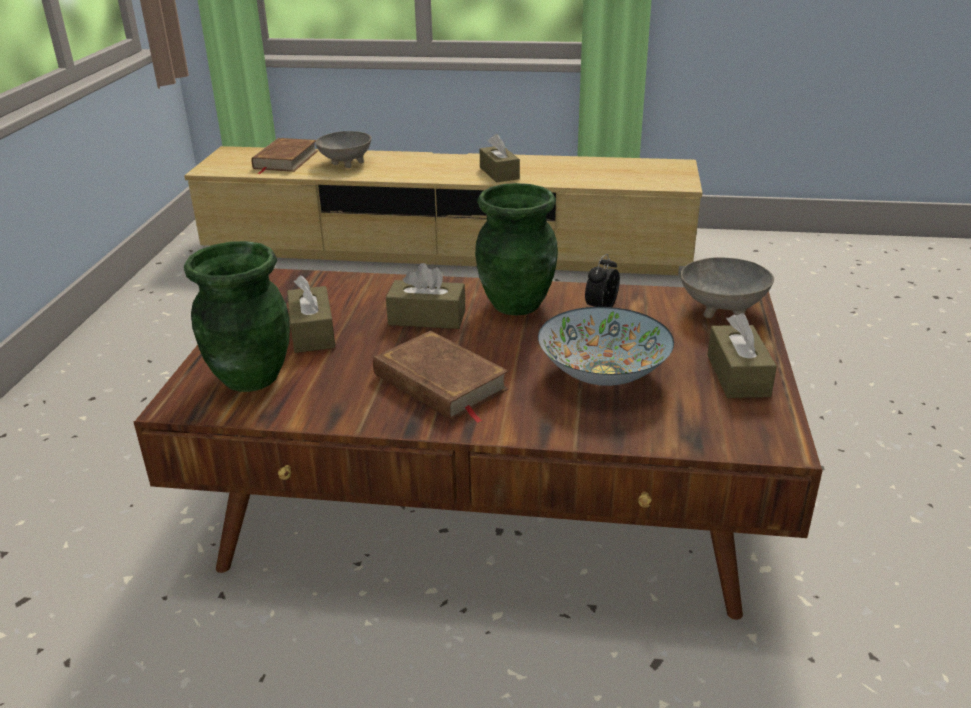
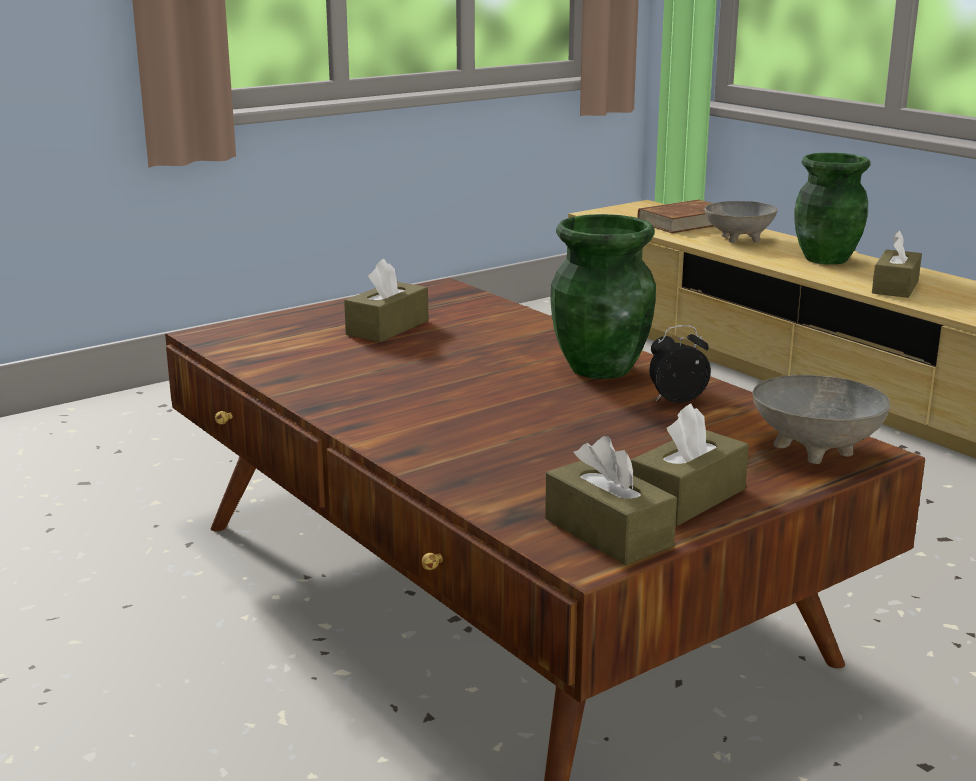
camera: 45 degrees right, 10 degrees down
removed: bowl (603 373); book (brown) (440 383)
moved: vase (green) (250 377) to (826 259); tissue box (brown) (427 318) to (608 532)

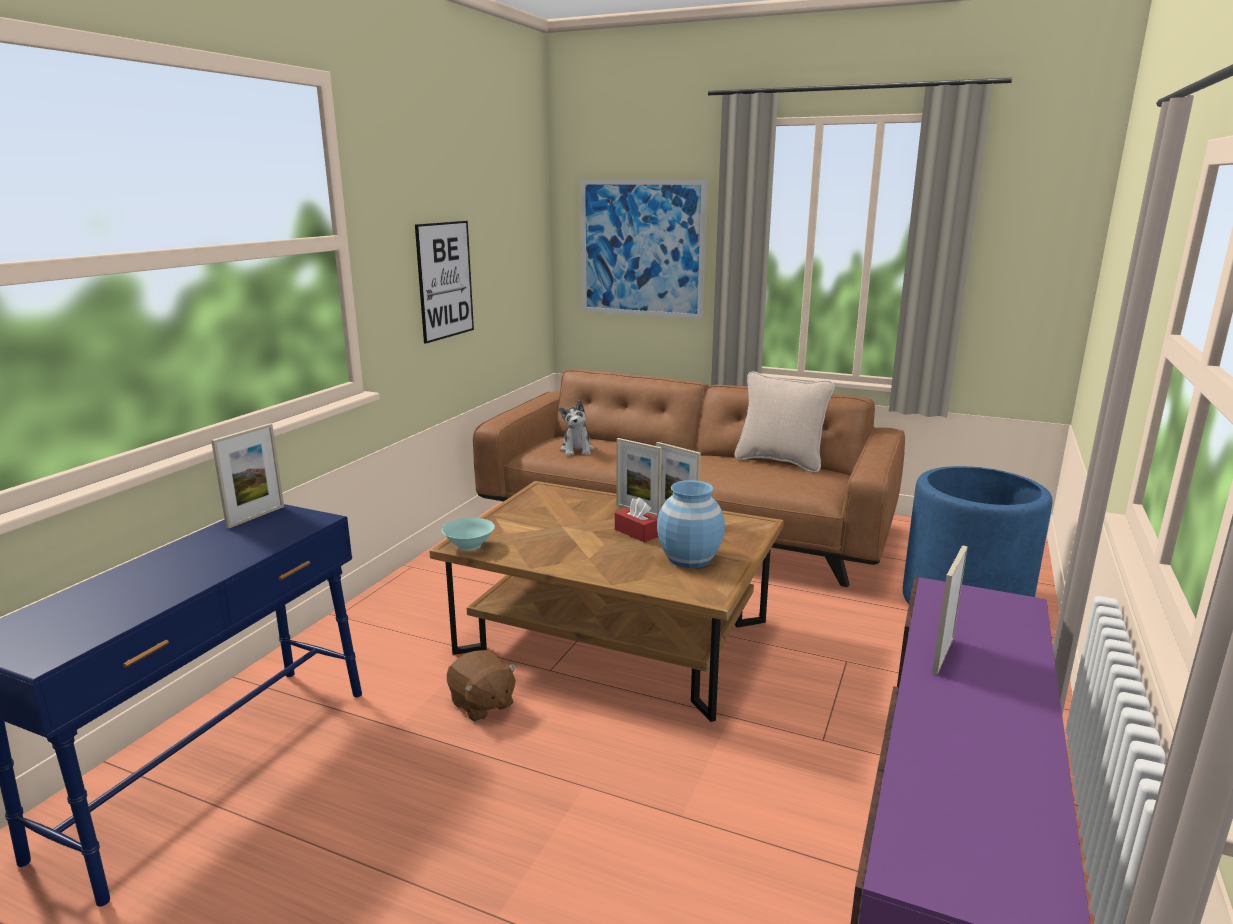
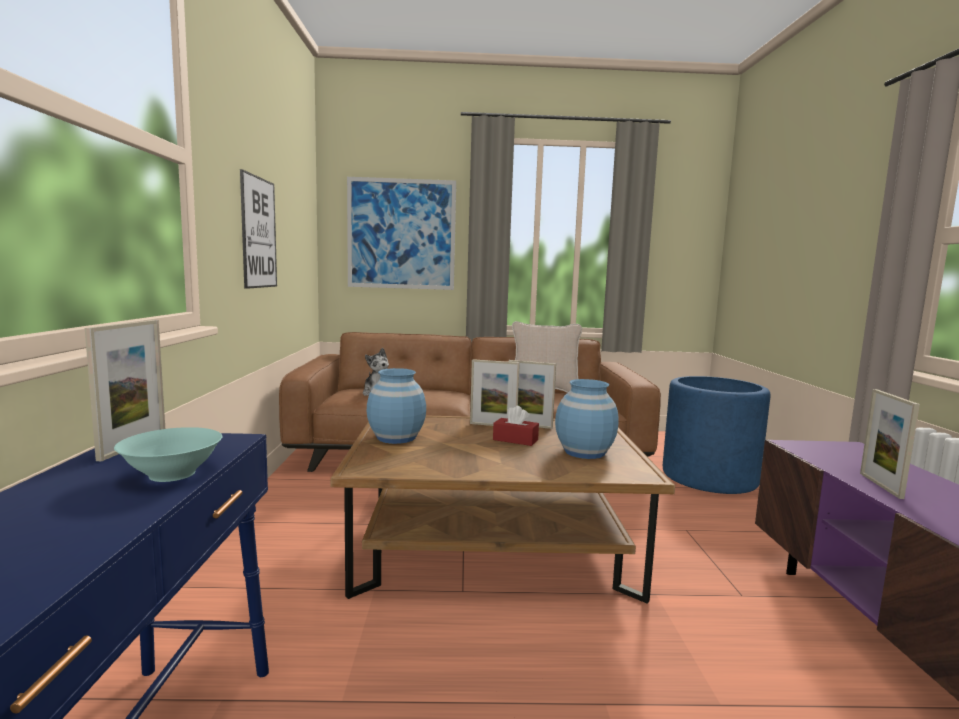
camera: 25 degrees left, 10 degrees down
removed: plush toy (brown) (482 704)
added: vase (blue) (396 437)
moved: bowl (turquoise) (469 546) to (172 474)

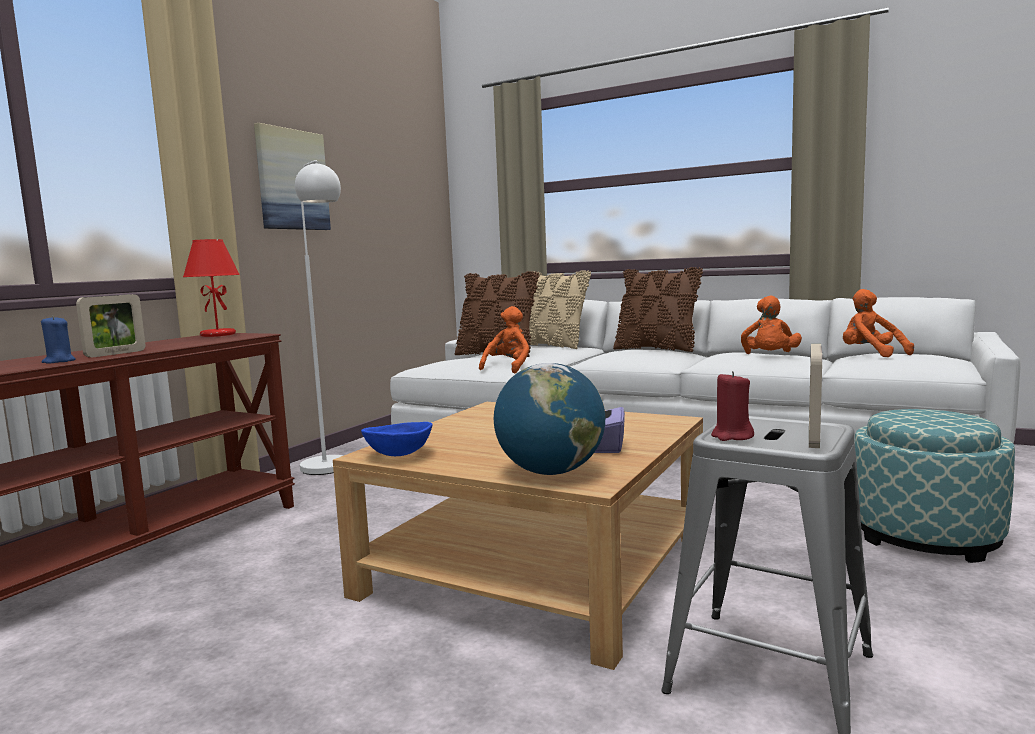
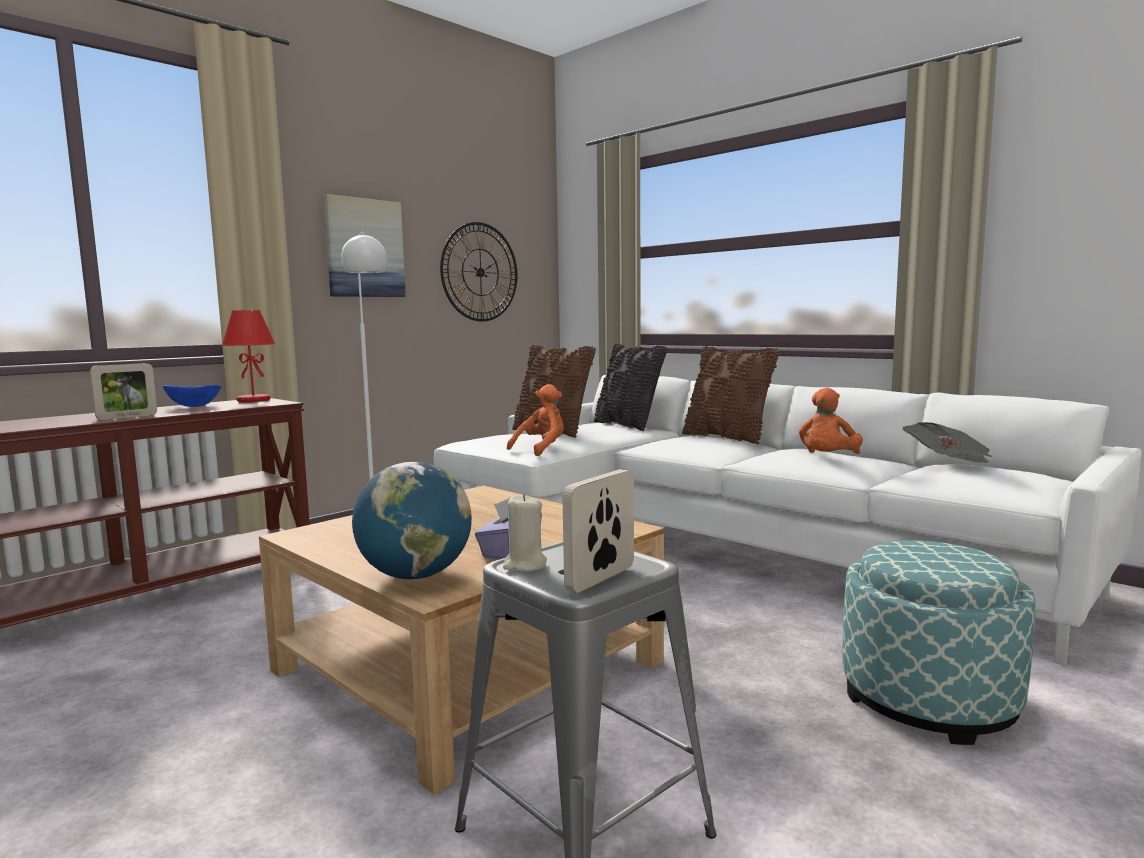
camera: 15 degrees right, 0 degrees up
removed: candle (blue) (59 361)
added: wall clock (480 272)
moved: bowl (blue) (399 455) to (194 407)
replaced: plush toy (orange) (870 354) to newspaper (949 466)
recoloured: pillow (beige) (553 346) to pillow (black) (627 425); candle (red) (732 436) to candle (beige) (525 565)

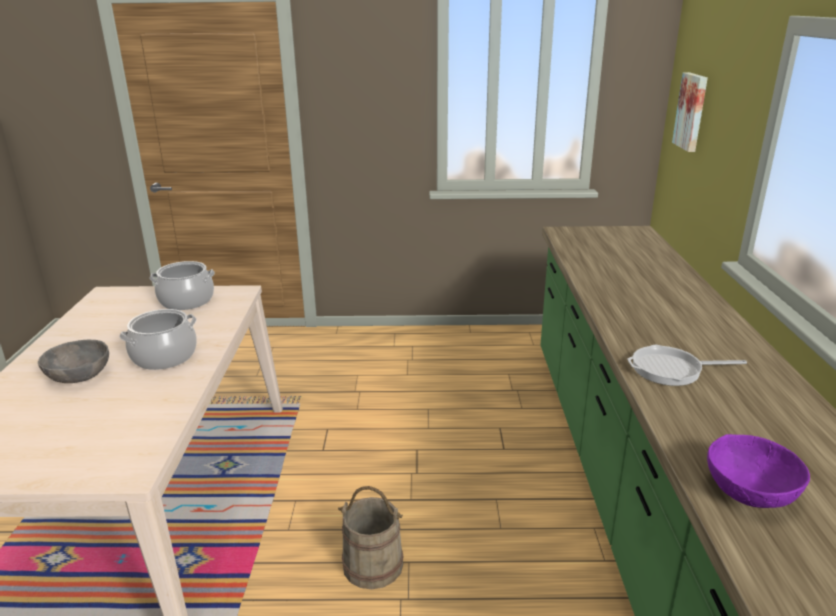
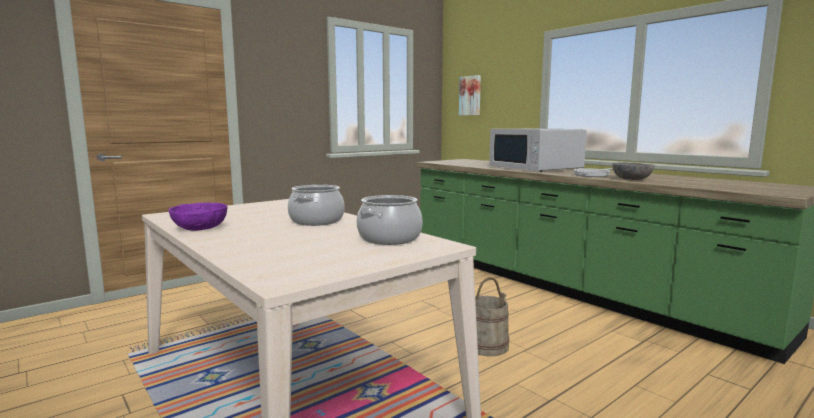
camera: 40 degrees left, 15 degrees down
added: microwave (white) (535 168)
moved: cooking pot (186 301) to (390 238); bowl (grey) (79 376) to (631 179); bowl (purple) (749 491) to (200 228)

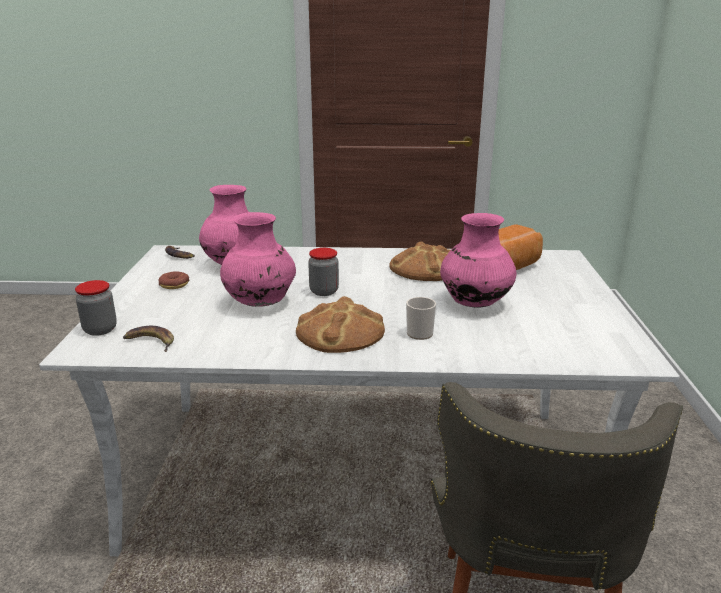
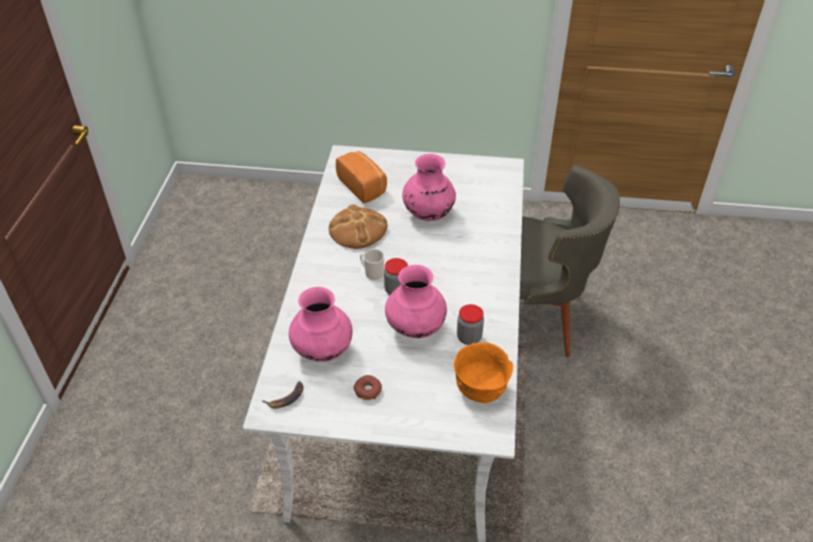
camera: 85 degrees left, 20 degrees up
removed: bread (340 332)
moved: jar (100 329) to (469 337); mug (420 332) to (372 272)
replaced: banana (150 341) to bowl (orange) (480 390)

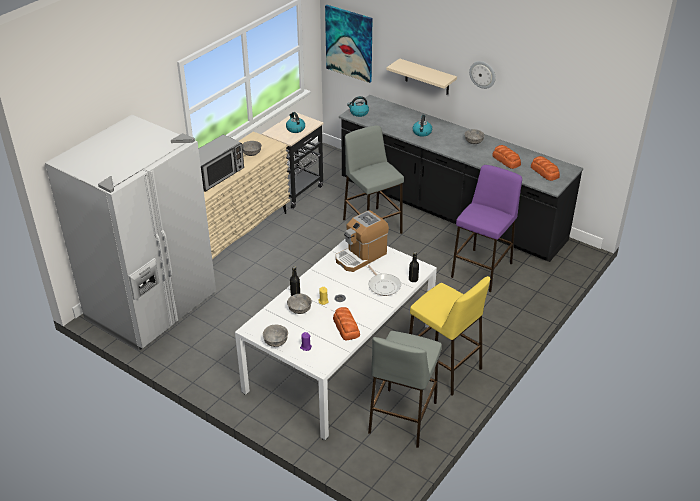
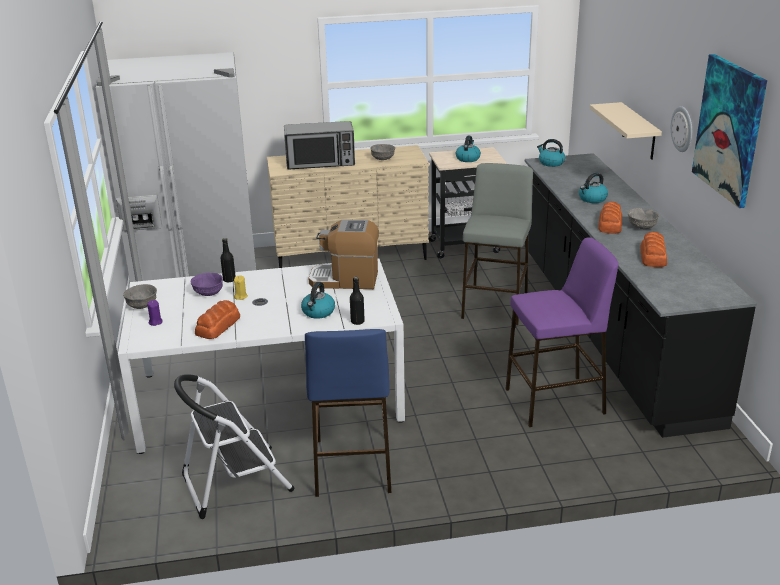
camera: 45 degrees right, 10 degrees down
moved: picture (349 43) to (729 129); bread (544 172) to (609 224)
replaced: frying pan (383 286) to kettle (318 312); stool (grey) (402 418) to step ladder (233 483)
recoloured: stool (yellow) (444 367) to stool (blue) (352 466); bowl (grey) (299 310) to bowl (purple) (208 292)

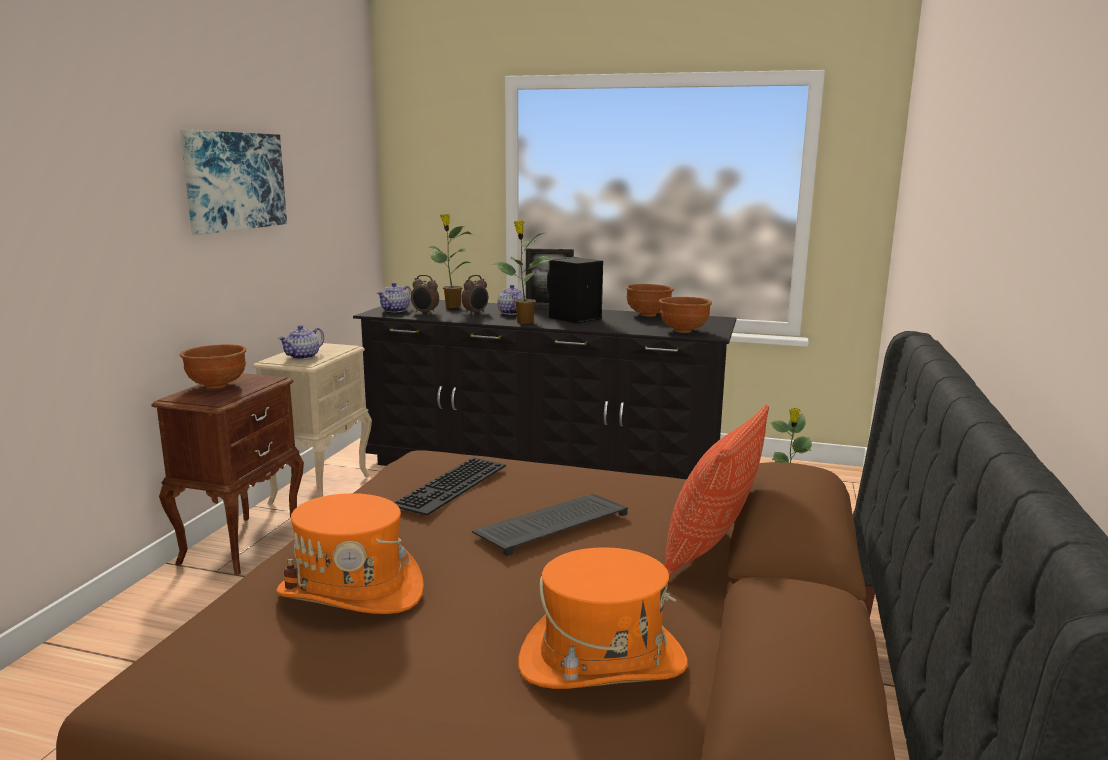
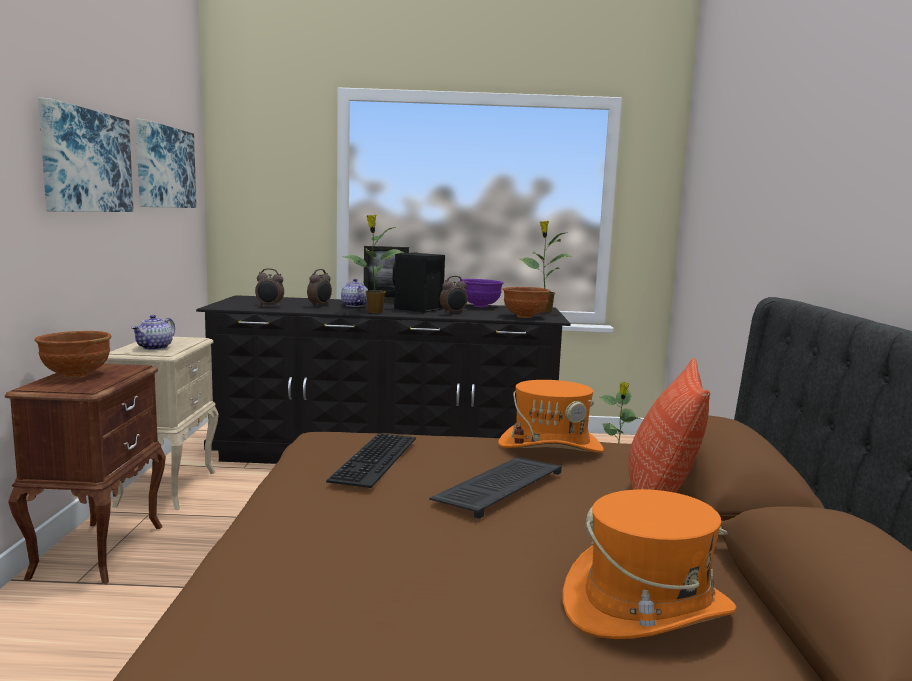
camera: 15 degrees left, 5 degrees down
removed: teapot (395 310)
added: picture (164 167); alarm clock (453 313)
moved: potted plant (451 306) to (543 311); hat (orange) (351 591) to (550 446)
recoloured: bowl (brown) (648 315) to bowl (purple) (481 306)

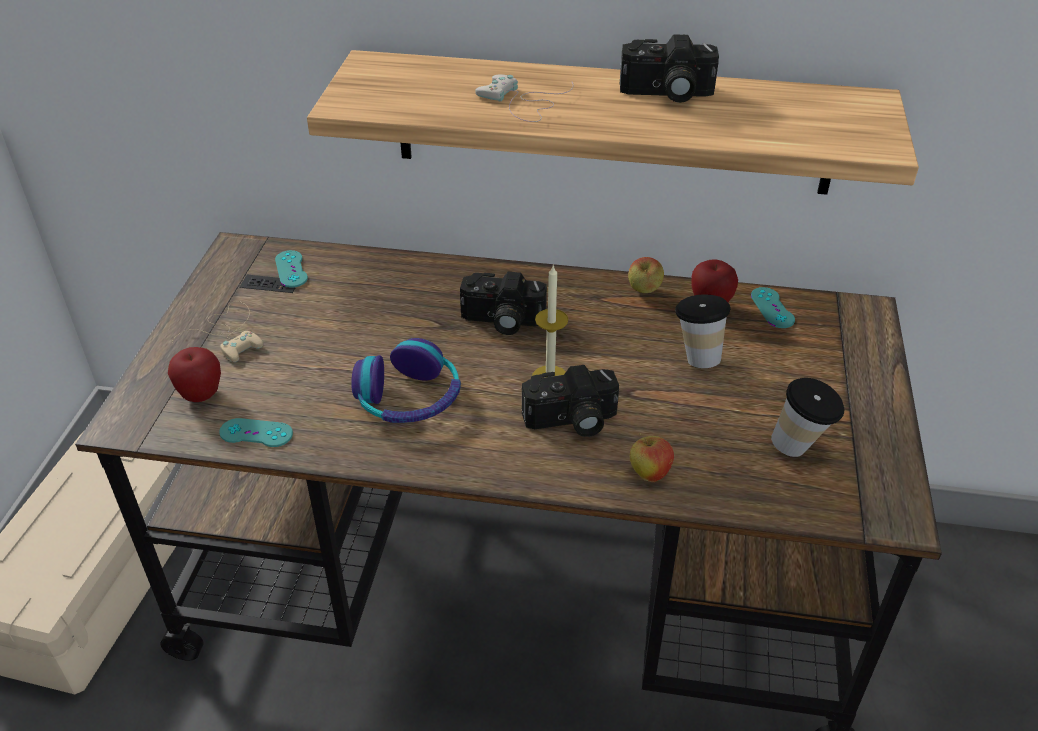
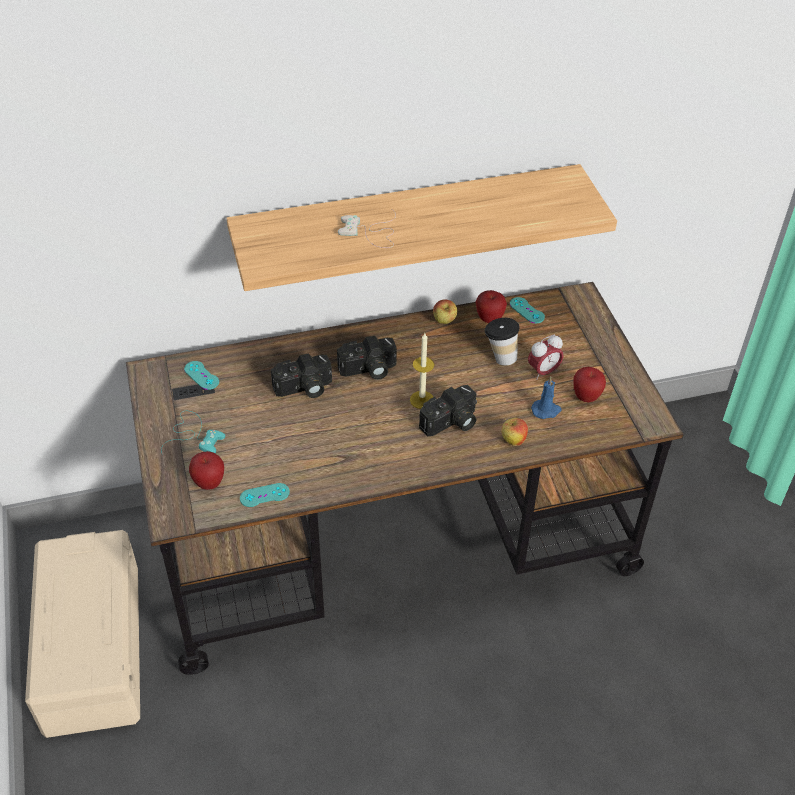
camera: 25 degrees left, 5 degrees up
removed: headphones (409 398)
added: alarm clock (543 372); candle (blue) (546 410)
moved: photo camera (666 94) to (304 389)
replaced: cup (800 447) to apple (586 397)
recoloured: game controller (beige) (229 333) to game controller (turquoise) (193 435)

